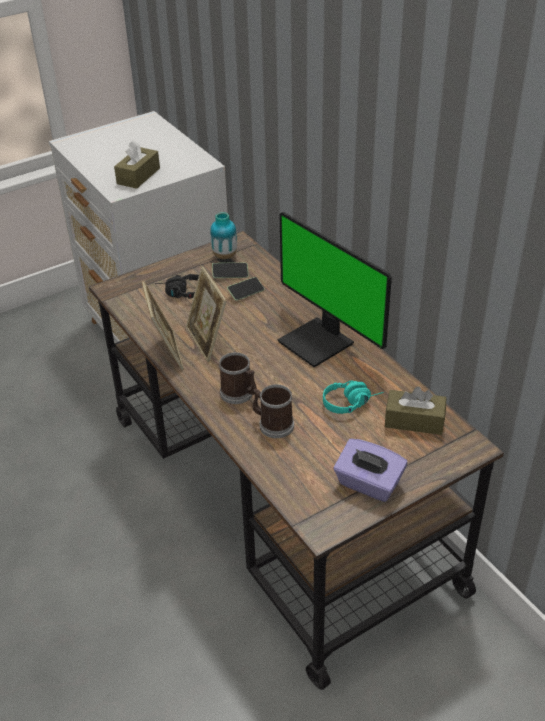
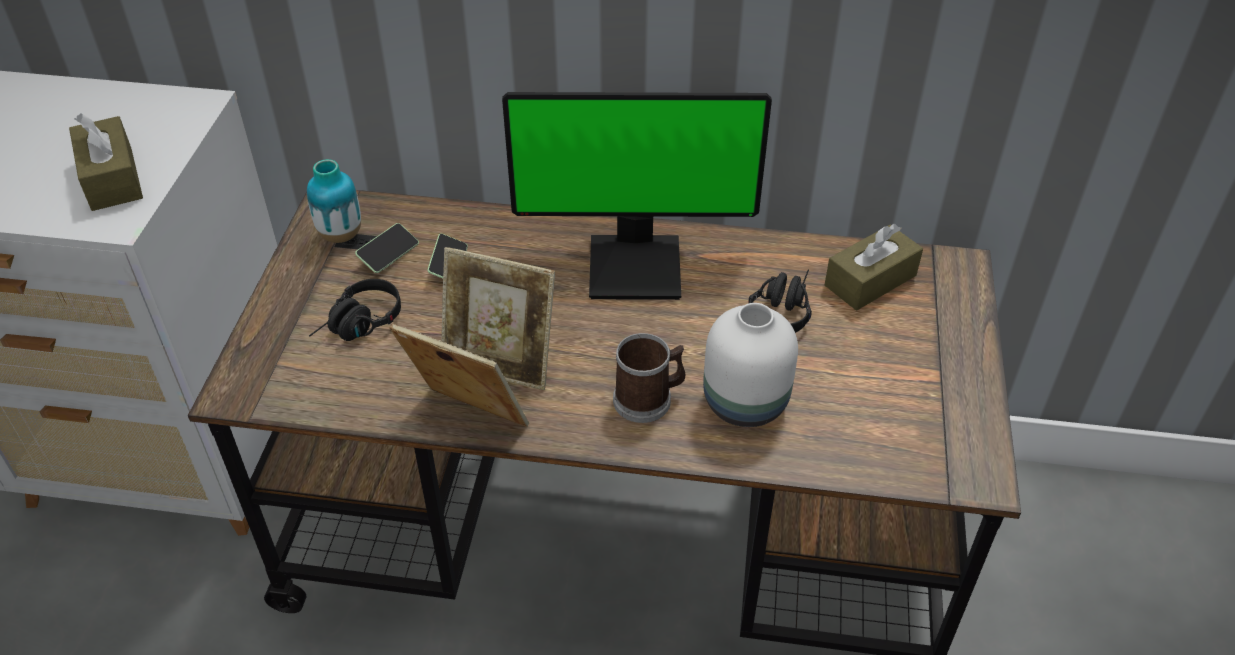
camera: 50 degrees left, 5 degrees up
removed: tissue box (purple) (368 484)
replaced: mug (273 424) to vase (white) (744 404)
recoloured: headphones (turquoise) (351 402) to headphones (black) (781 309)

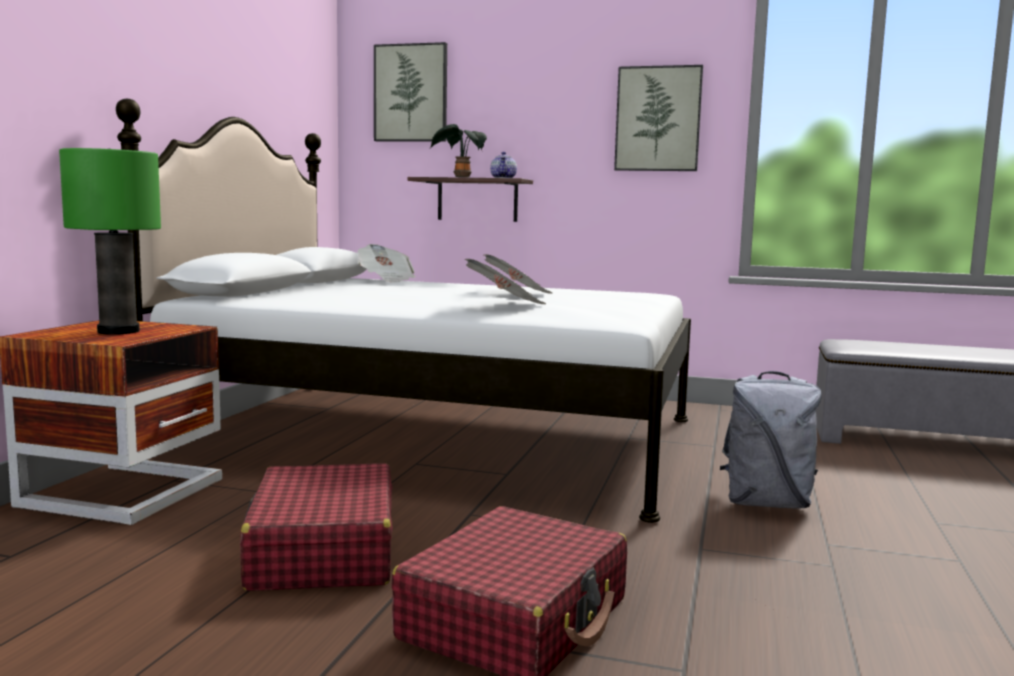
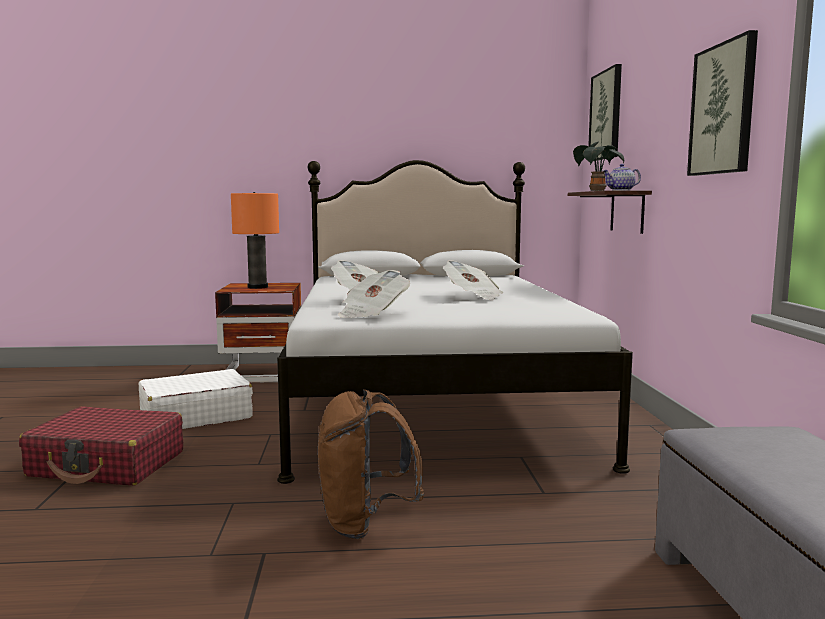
camera: 70 degrees right, 0 degrees up
moved: newspaper (386 280) to (372 314)
recoloured: table lamp (green) (117 331) to table lamp (orange) (257 287); backpack (grey) (766 503) to backpack (brown) (365 523); suitcase (red) (323 551) to suitcase (white) (195 416)

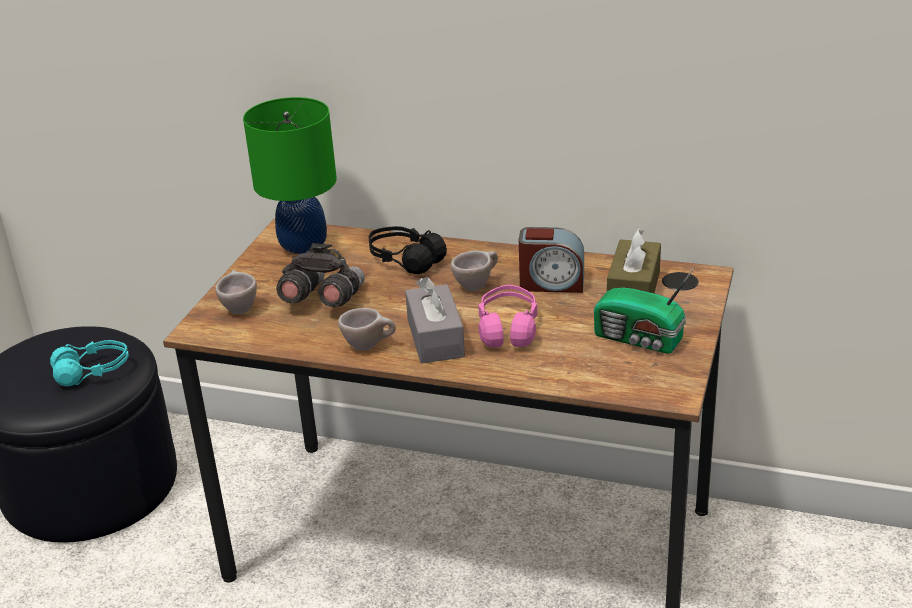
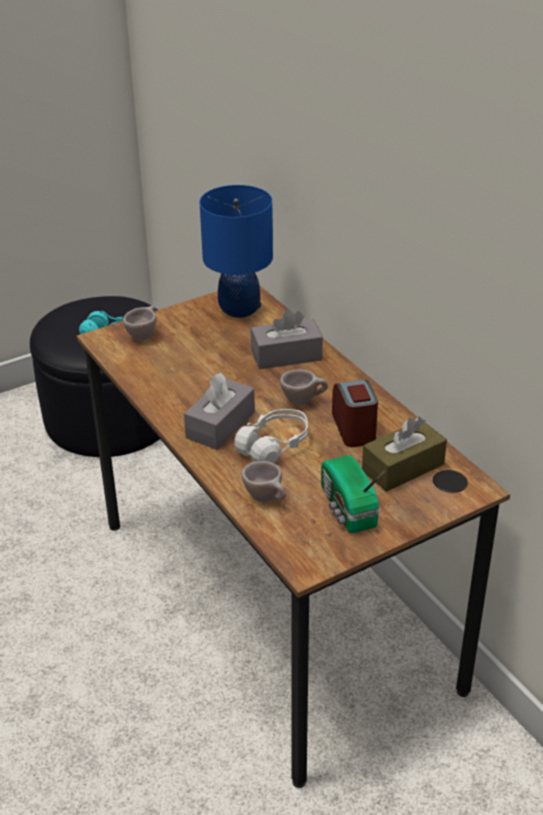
camera: 40 degrees right, 5 degrees up
removed: binoculars (grey) (323 301)
moved: cup (beige) (369 346) to (267 499)
replaced: headphones (black) (405 260) to tissue box (grey) (286 355)
recoloured: table lamp (green) (306 246) to table lamp (blue) (241 311); headphones (pink) (508 328) to headphones (white) (274 446)
turned: alarm clock (551 283) = (354 428) 150 degrees counterclockwise

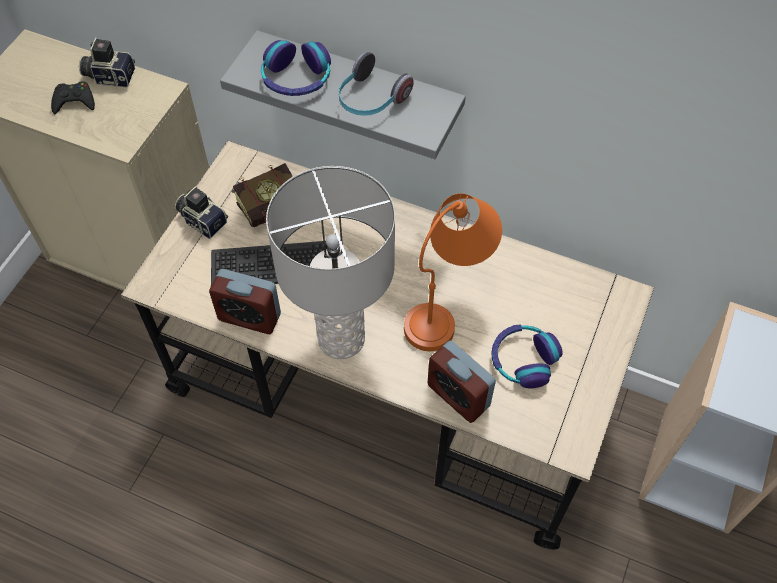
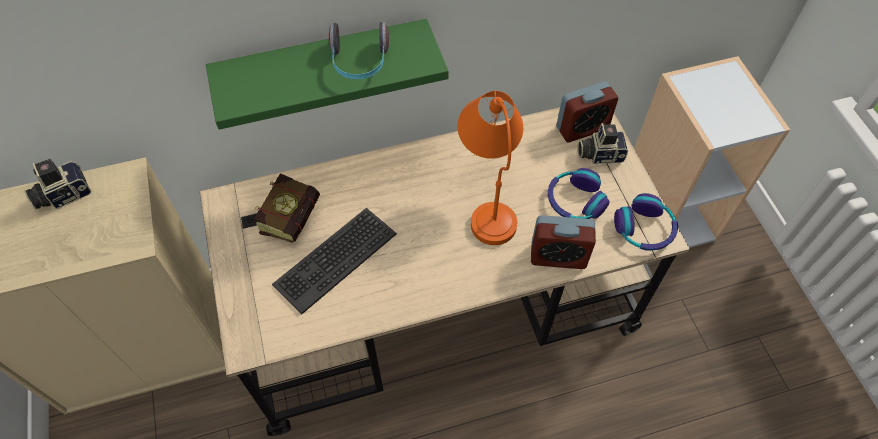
camera: 40 degrees left, 0 degrees up
removed: game controller (black) (74 101); table lamp (white) (341 339)
moved: headphones (296 78) to (644 229); photo camera (203 220) to (599 154); alarm clock (249 317) to (582 128)
recoloured: shelf (grey) (359 90) to shelf (green) (324 68)

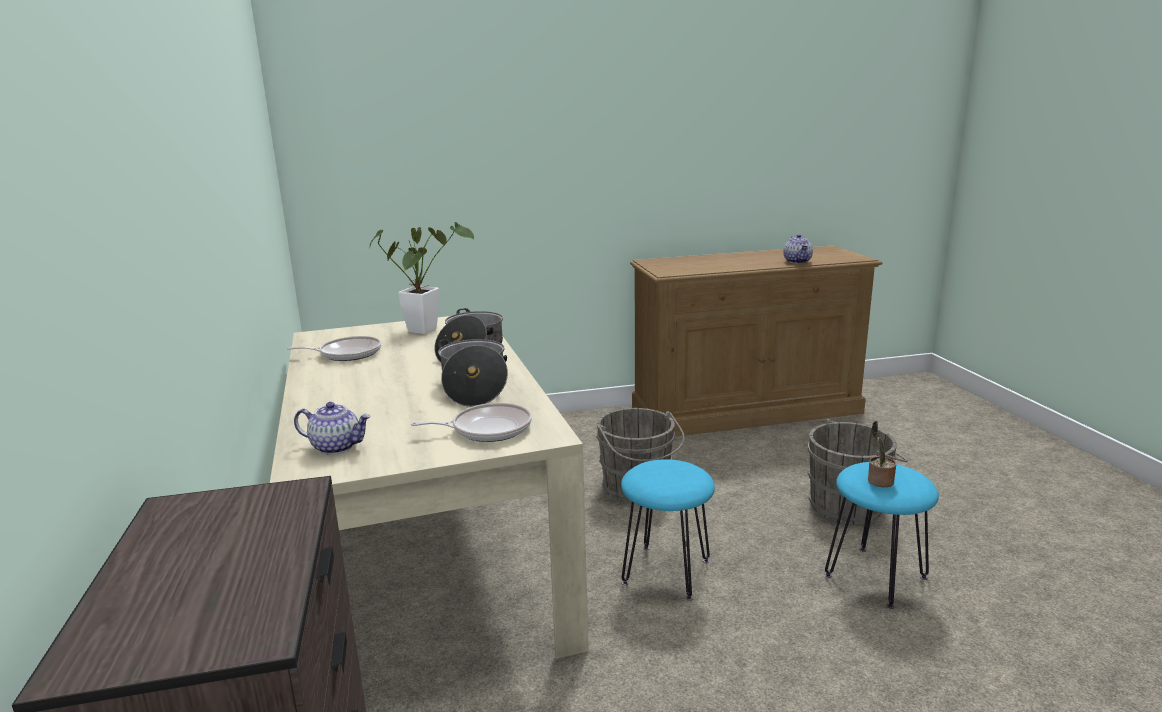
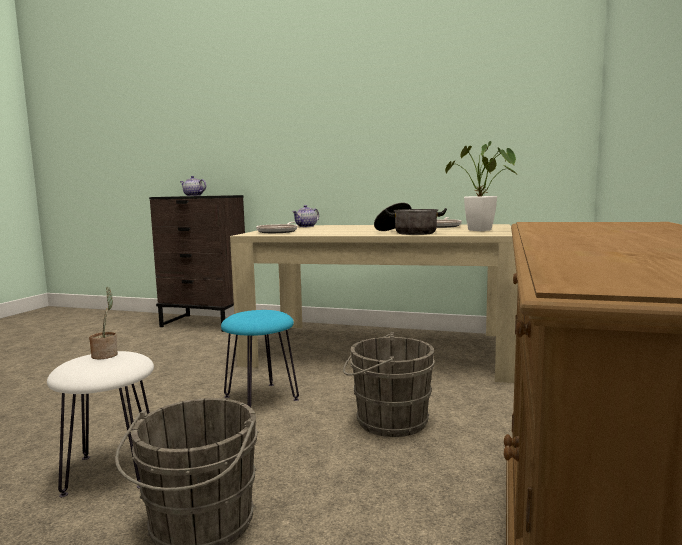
camera: 120 degrees right, 10 degrees down
removed: cooking pot (474 387)
moved: teapot (797 261) to (193 195)
recoloured: stool (turquoise) (876 576) to stool (white) (111 471)

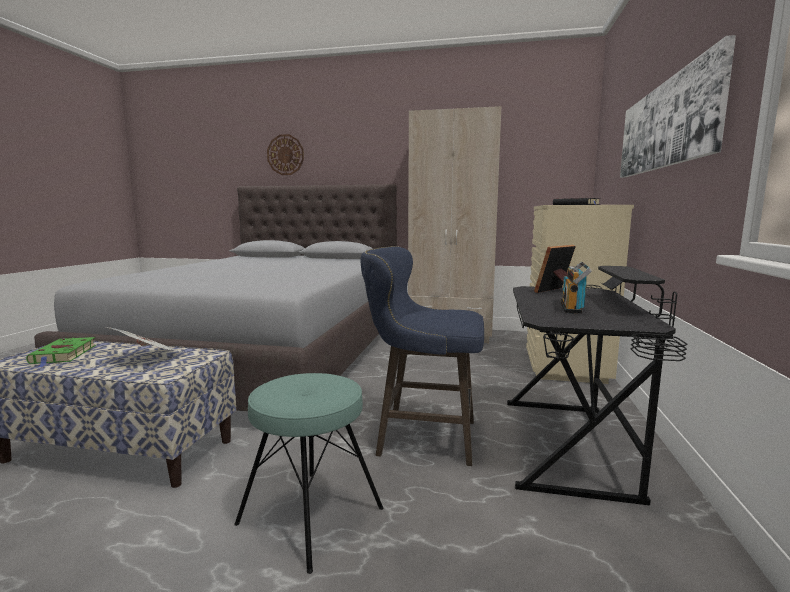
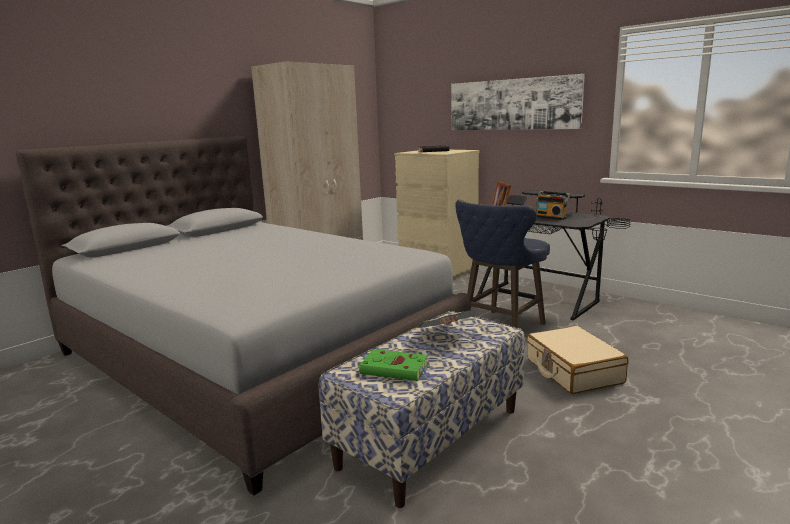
camera: 60 degrees left, 5 degrees up
removed: wall clock (285 155)
replaced: stool (turquoise) (310 516) to suitcase (beige) (573 371)

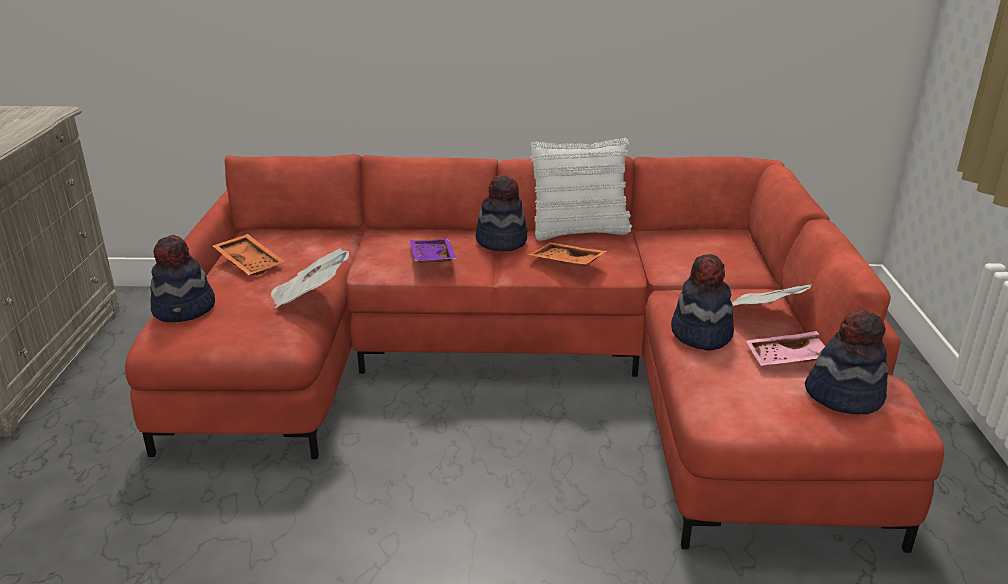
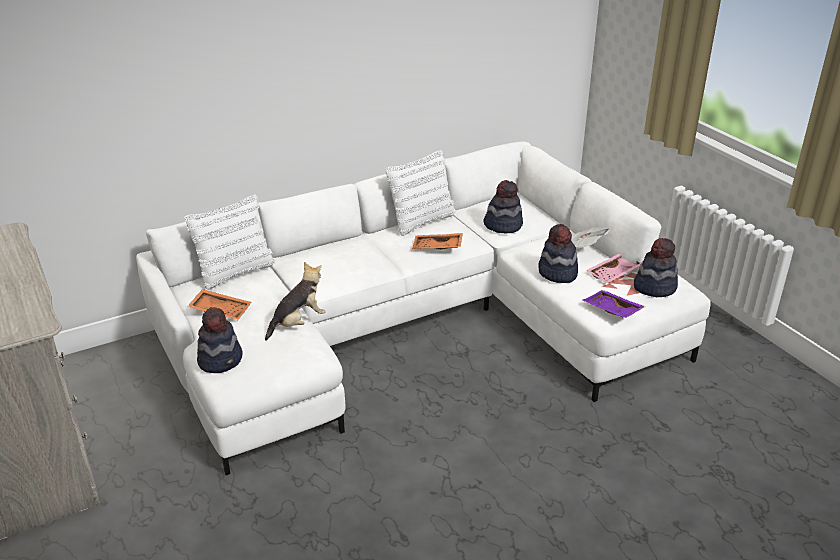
camera: 30 degrees left, 5 degrees up
added: pillow (white) (235 273)
moved: hat (501 241) to (503 225); tray (purple) (431 259) to (611 310)
replaced: newspaper (309 297) to plush toy (298 323)
recoloured: sofa (red) (526 368) to sofa (white) (417 326)

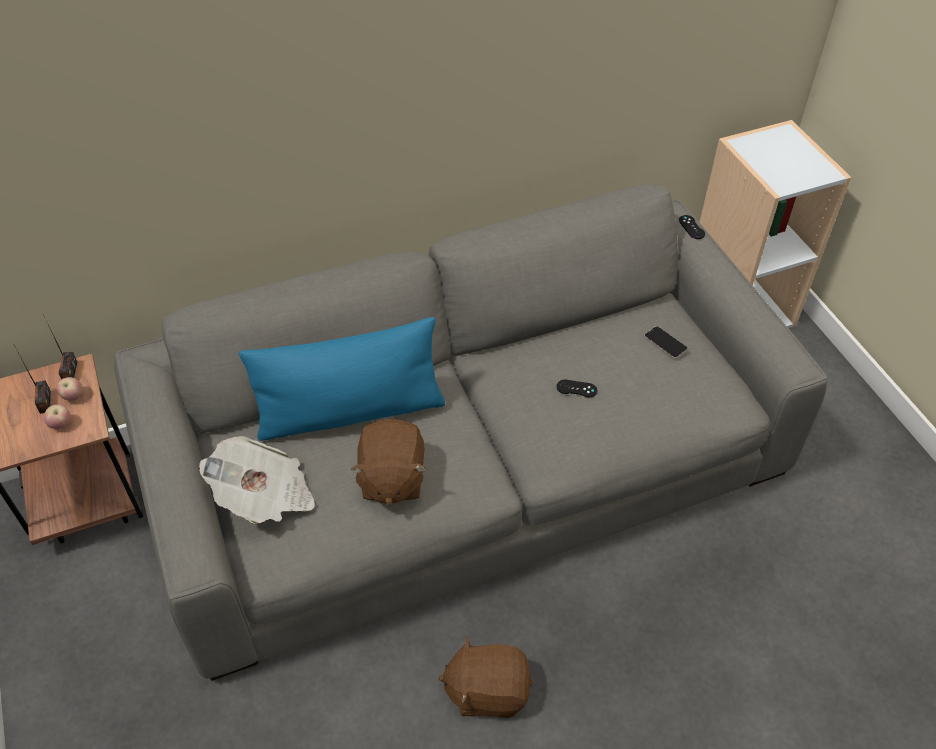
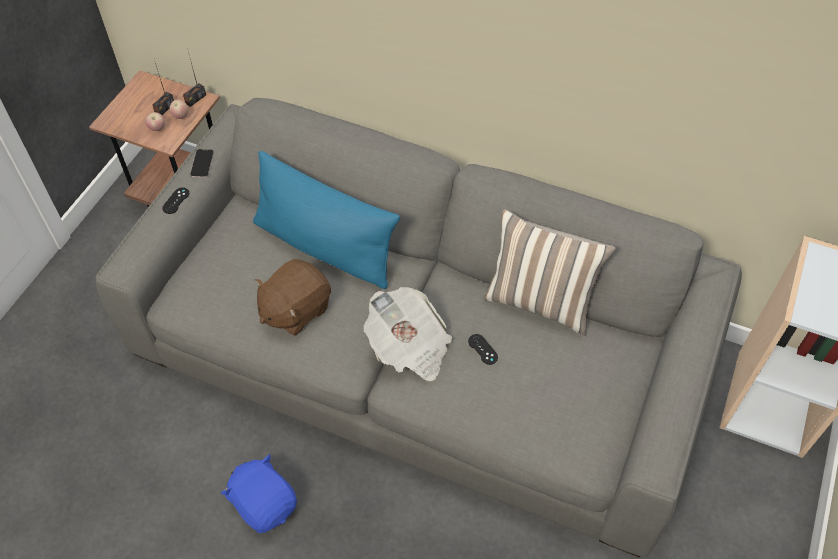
camera: 45 degrees right, 5 degrees up
added: pillow (540 302)
moved: game controller (black) (691 227) to (176 201); phone (665 342) to (202 163); newspaper (264 496) to (409 347)
recoloured: plush toy (brown) (487 690) to plush toy (blue) (264 504)

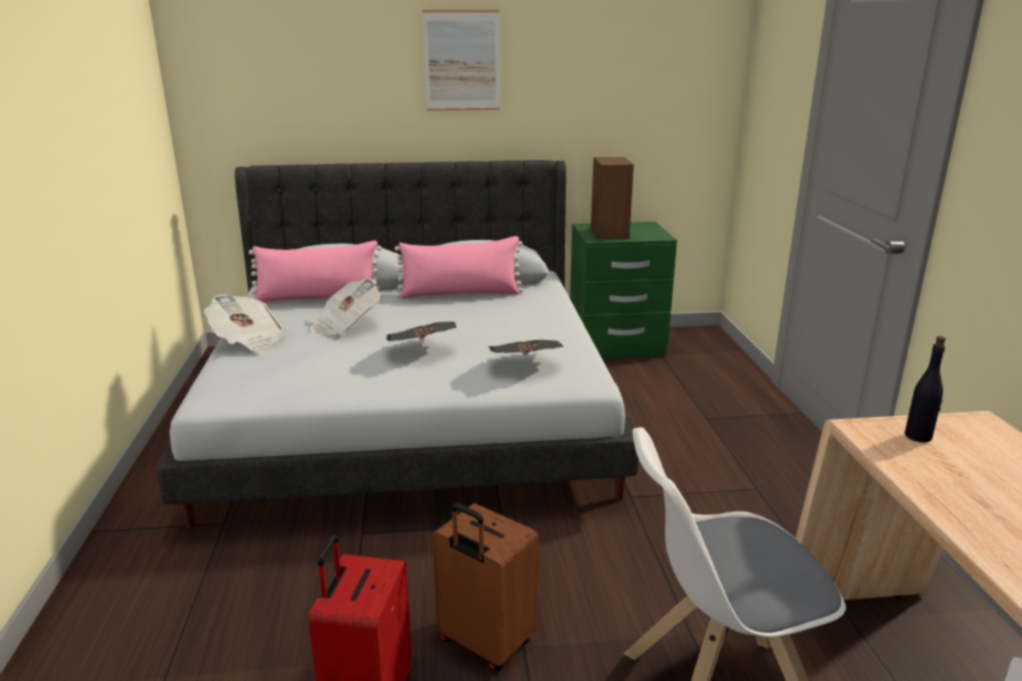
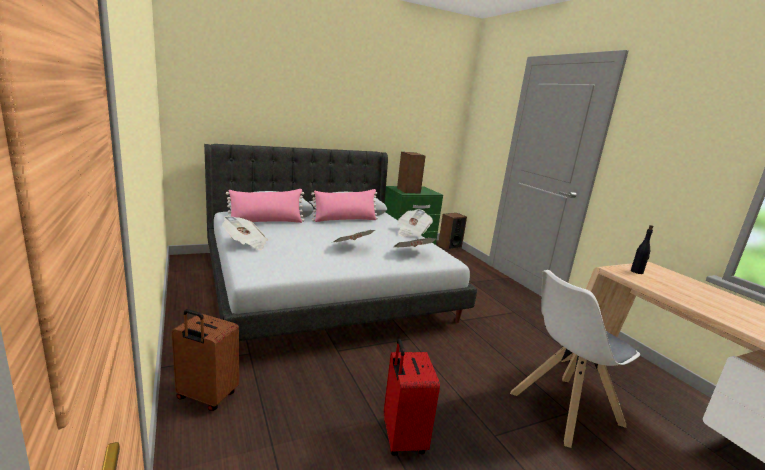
camera: 20 degrees left, 5 degrees down
removed: picture (462 61)
added: speaker (449 246)
moved: newspaper (346 325) to (412 233); suitcase (brown) (484 643) to (206 397)

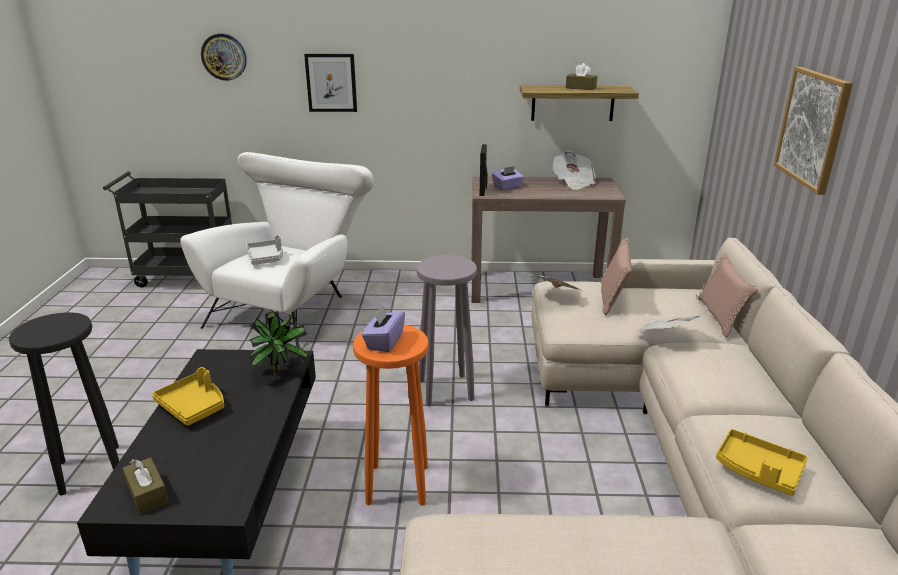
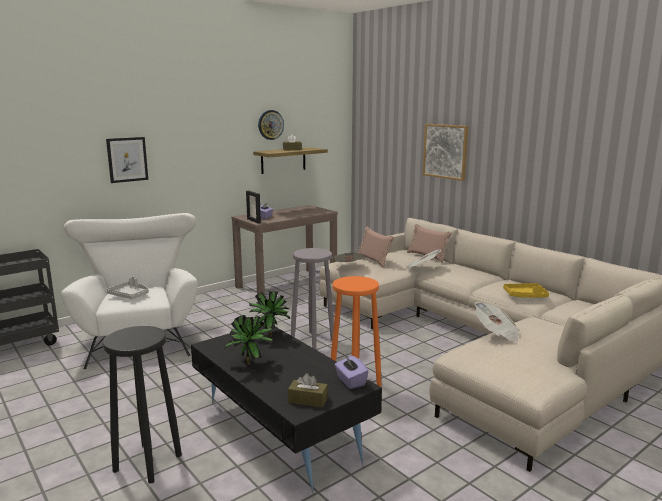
camera: 40 degrees left, 10 degrees down
moved: wall clock (224 57) to (270 125); newspaper (573 182) to (496 334); tissue box (purple) (384 342) to (350 381)
replaced: tray (yellow) (193 406) to potted plant (251 364)

